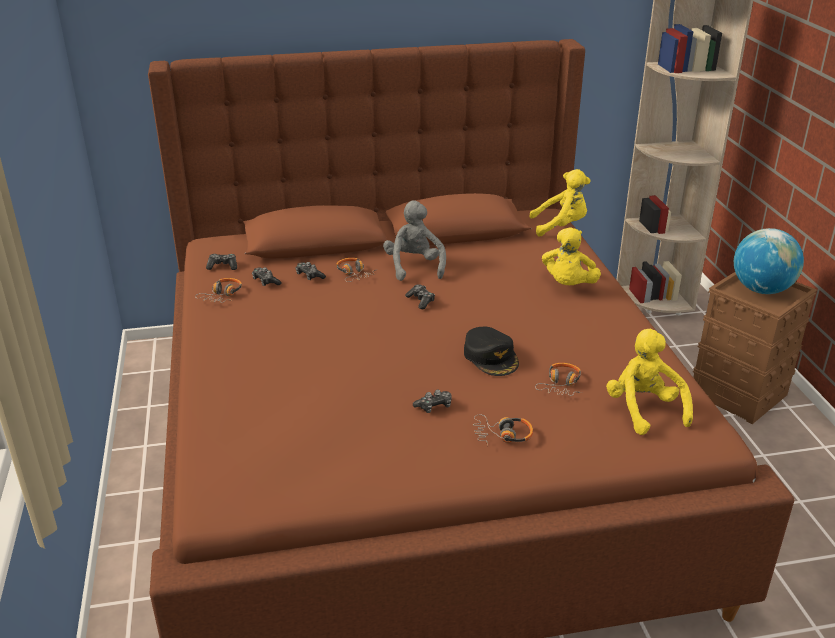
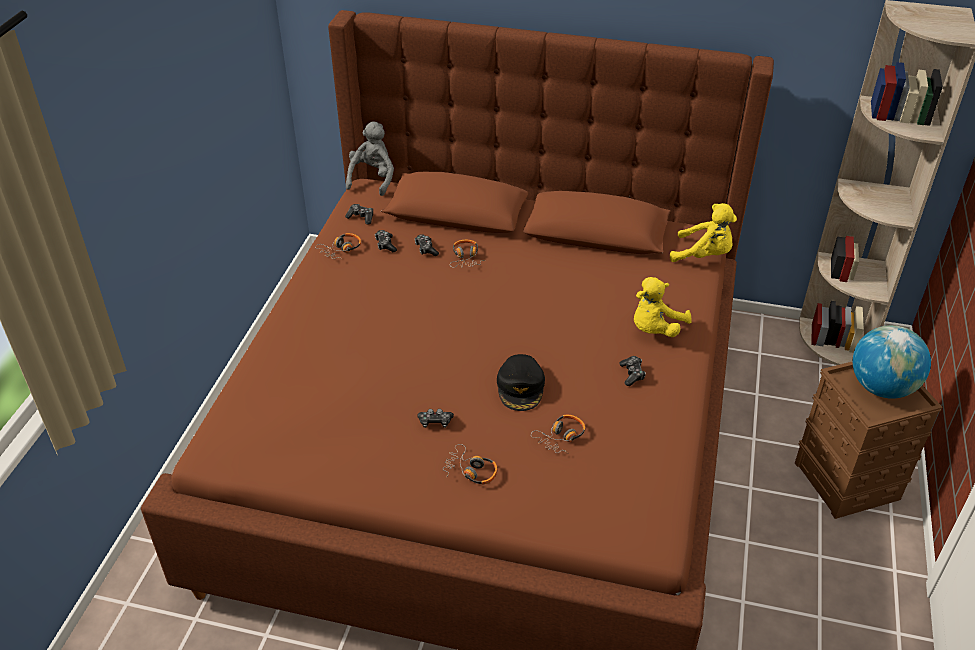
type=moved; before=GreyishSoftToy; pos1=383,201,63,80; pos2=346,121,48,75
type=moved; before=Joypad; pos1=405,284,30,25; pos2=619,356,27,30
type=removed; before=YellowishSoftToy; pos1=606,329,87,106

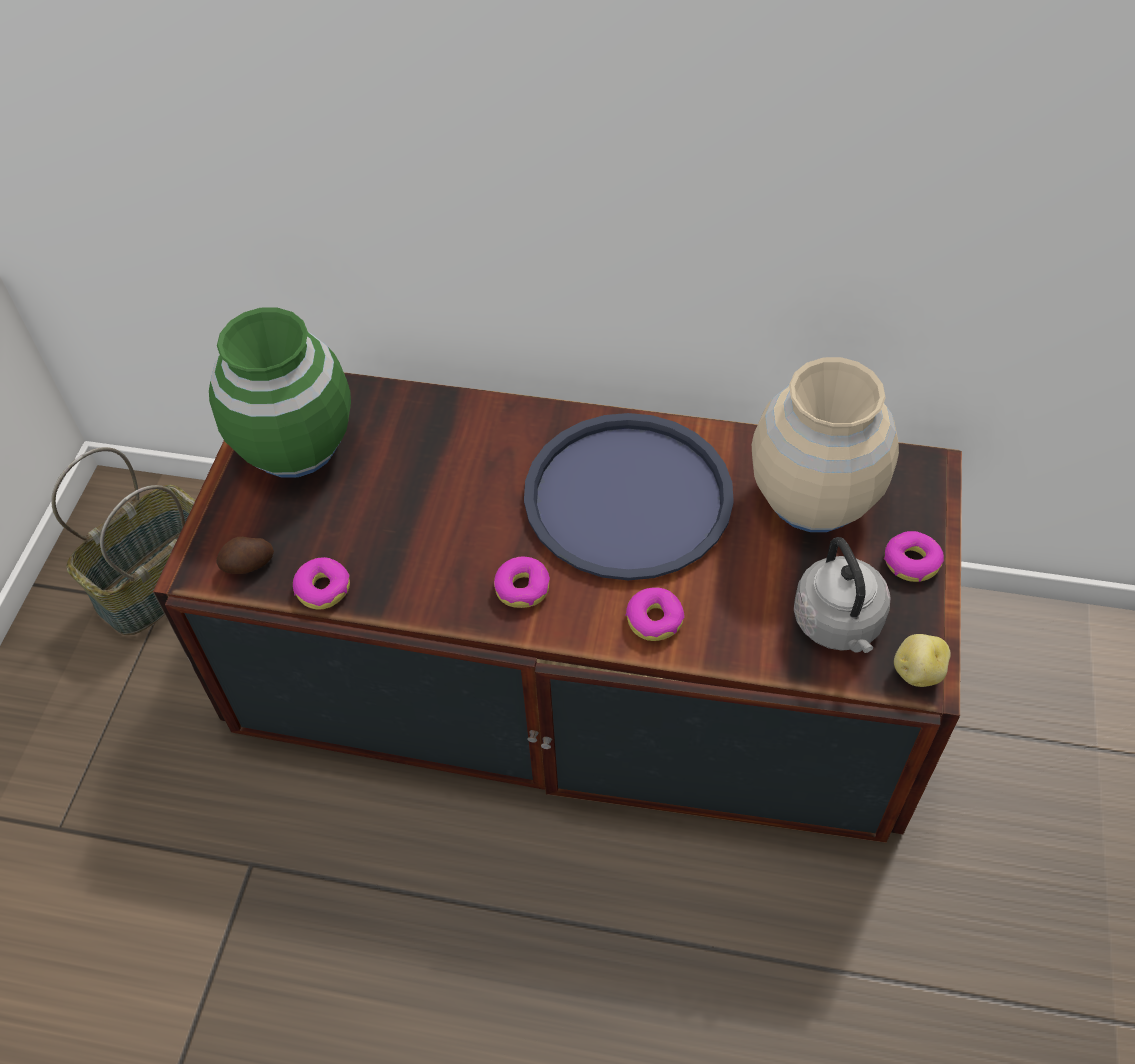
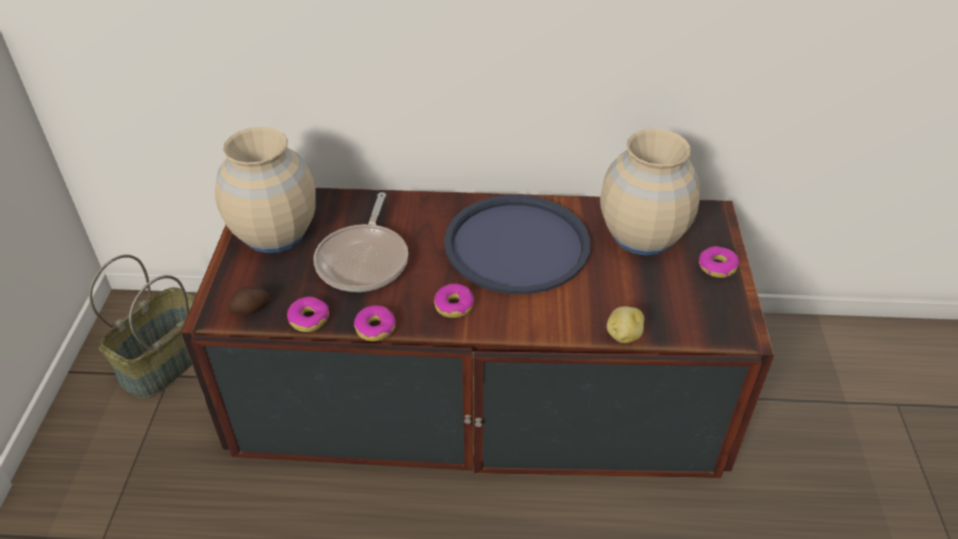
type=recoloured; before=GreenFlowerVase; after=SandColouredFlowerVase; pos1=209,307,142,171; pos2=215,127,101,126
type=added; after=Pan; pos2=314,192,94,100
type=moved; before=Doughnut; pos1=625,587,60,54; pos2=354,305,42,36
type=moved; before=Spud; pos1=894,634,57,53; pos2=607,306,38,37
type=removed; before=GreyishWaterKettle; pos1=794,537,96,116

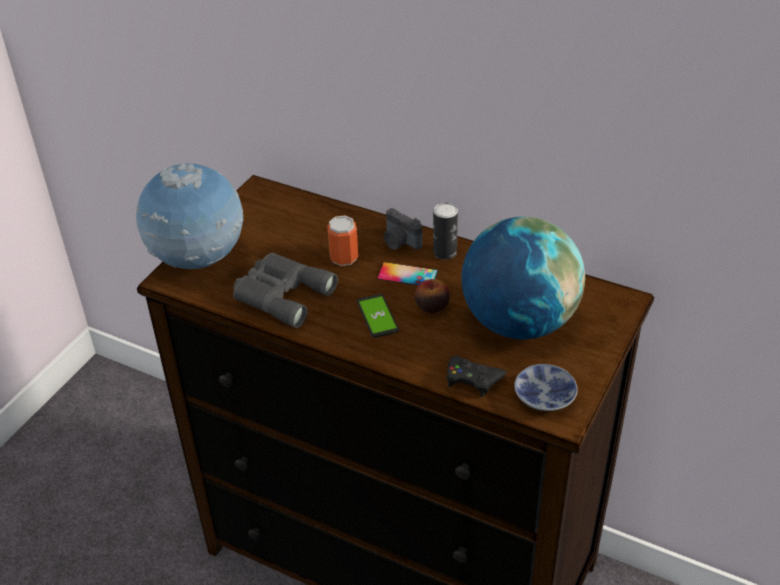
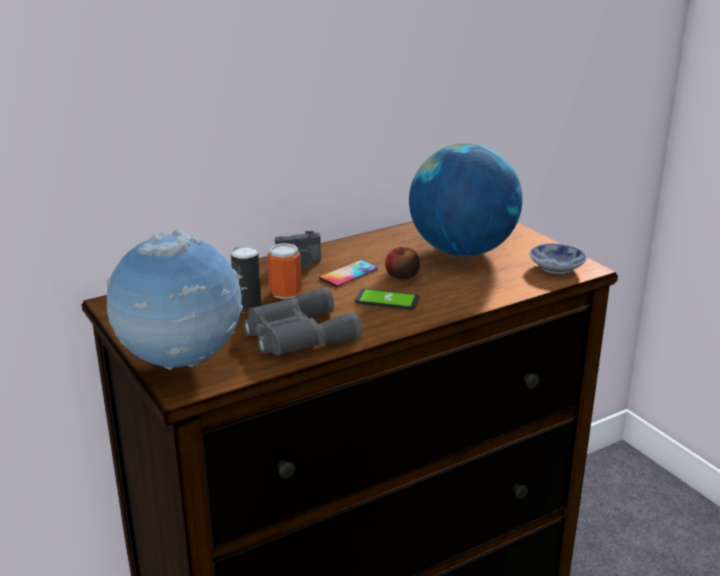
type=moved; before=MetalCan; pos1=433,202,25,58; pos2=231,246,30,67
type=removed; before=BlackJoypad; pos1=447,355,59,42

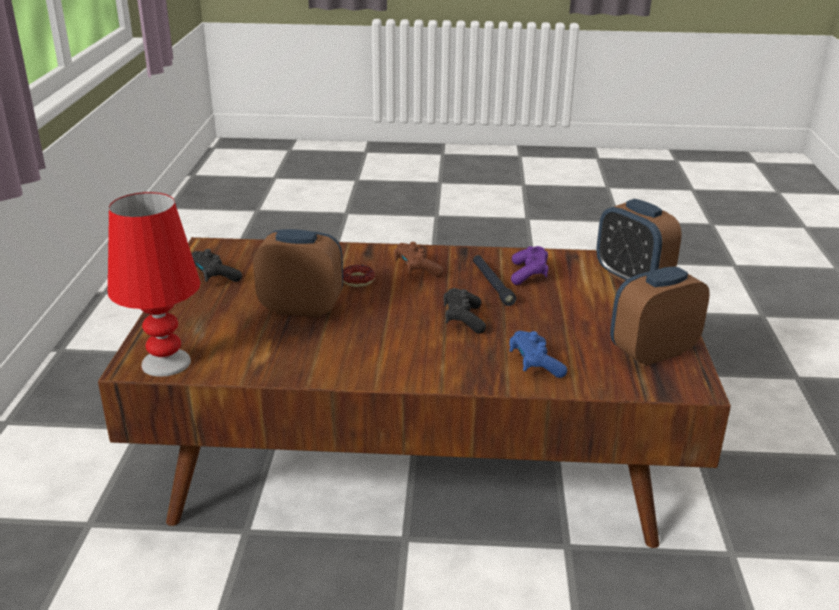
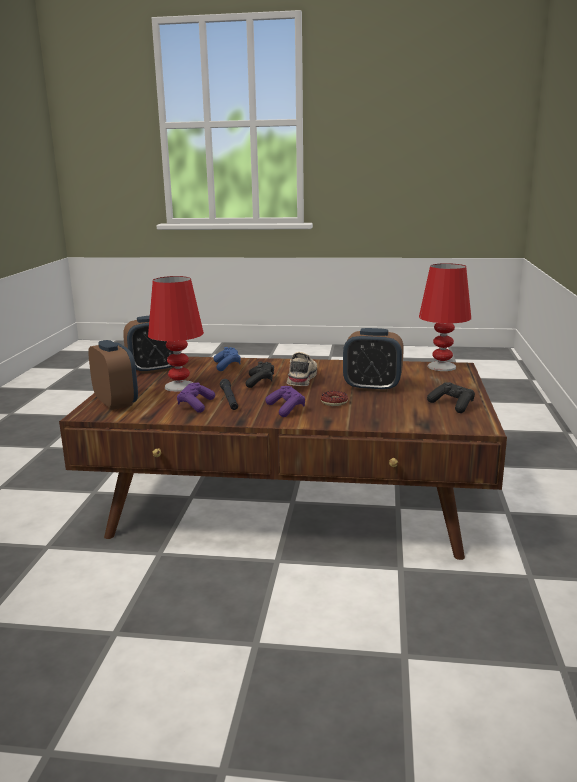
type=added; after=ReddishTabletopLamp; pos2=148,276,56,116
type=recoloured; before=BrownJoypad; after=PurplishJoypad; pos1=394,242,50,35; pos2=265,386,40,31
type=added; after=SandColouredLowShoe; pos2=286,352,31,34

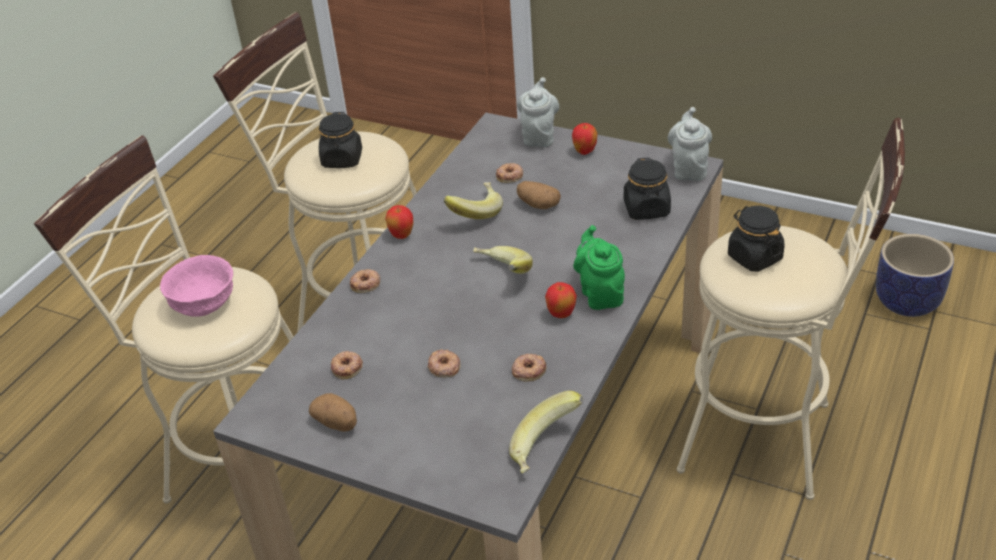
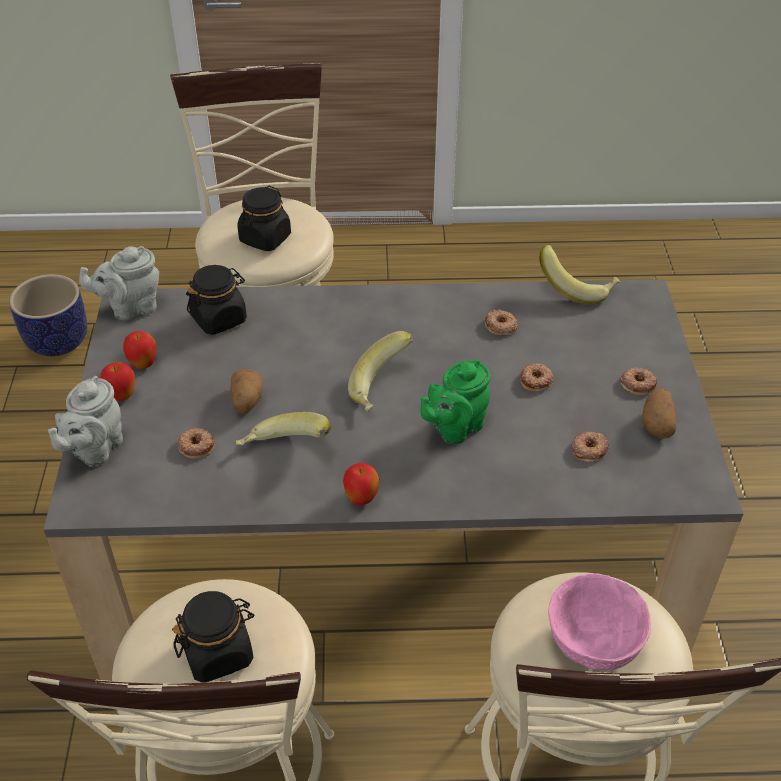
type=turned; before=GreyishTeapot; pos1=517,77,42,70; pos2=48,376,75,91; turn=-45
type=moved; before=Apple; pos1=545,282,32,36; pos2=123,331,33,38
type=moved; before=GreenTeapot; pos1=573,225,52,85; pos2=420,359,71,85
type=moved; before=Doughnut; pos1=350,269,30,24; pos2=620,367,37,28

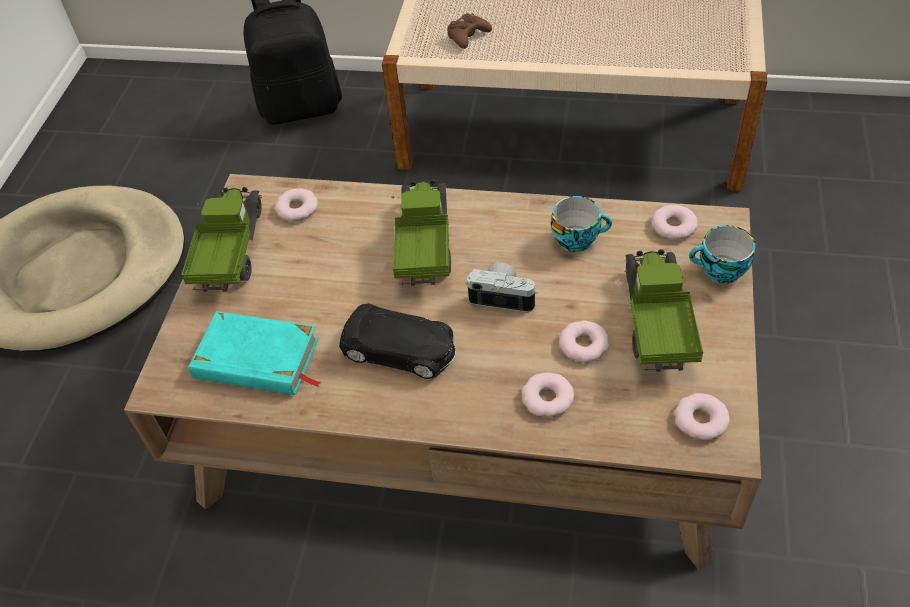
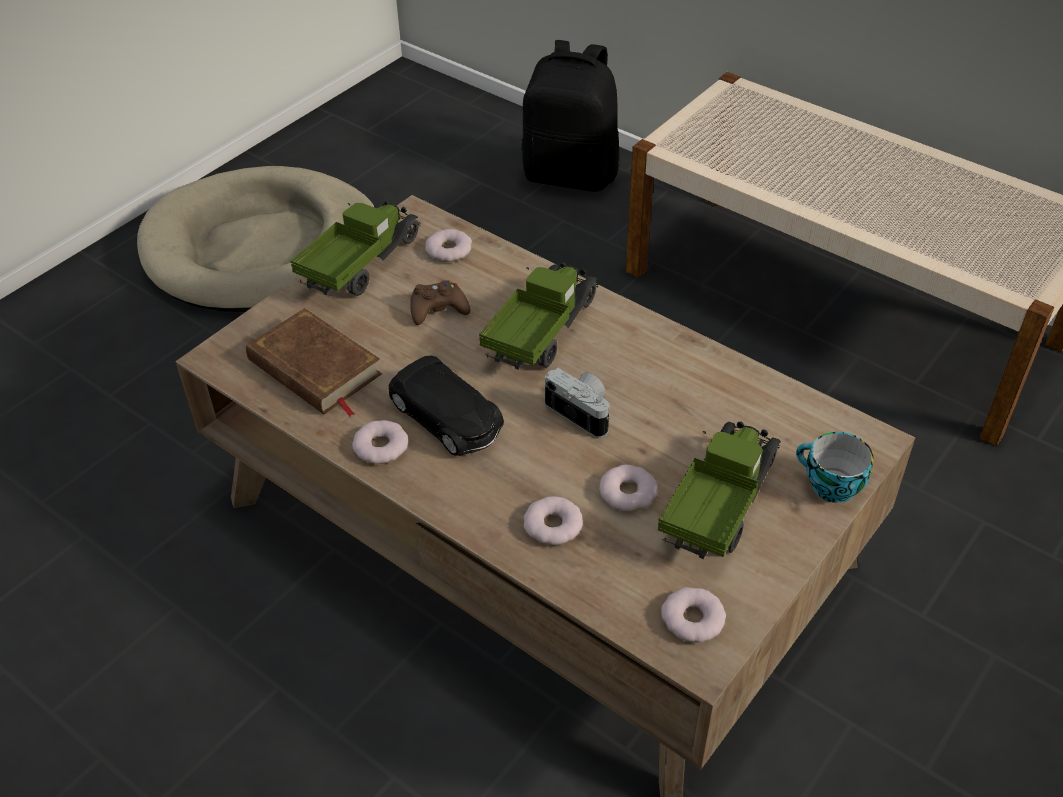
type=recoloured; before=BlueGreenBoundBook; after=BrownBoundBook; pos1=188,311,133,84; pos2=246,308,136,108
type=moved; before=Doughnut; pos1=652,205,46,35; pos2=352,420,56,44
type=moved; before=BrownJoypad; pos1=447,13,45,36; pos2=410,280,60,45
type=removed; before=Cup; pos1=551,196,61,56

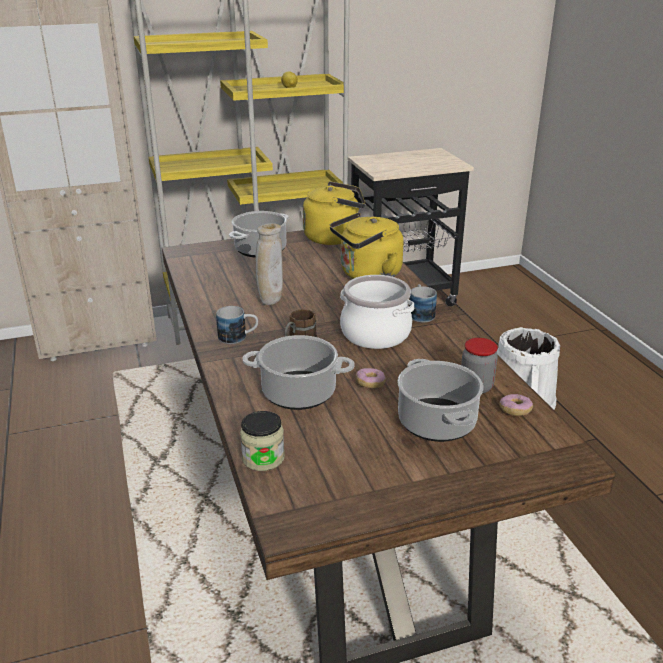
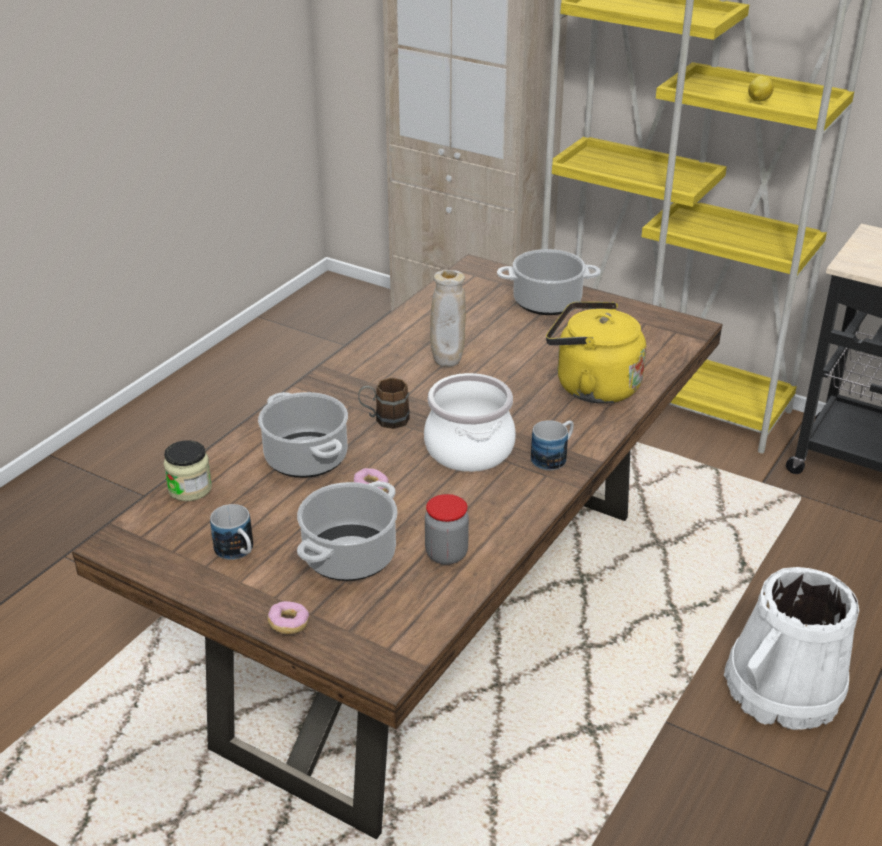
type=moved; before=CoffeeMug; pos1=216,306,42,38; pos2=210,504,43,56
type=moved; before=Doughnut; pos1=500,394,33,22; pos2=267,601,42,33
type=removed; before=YellowishWaterKettle; pos1=303,181,62,64

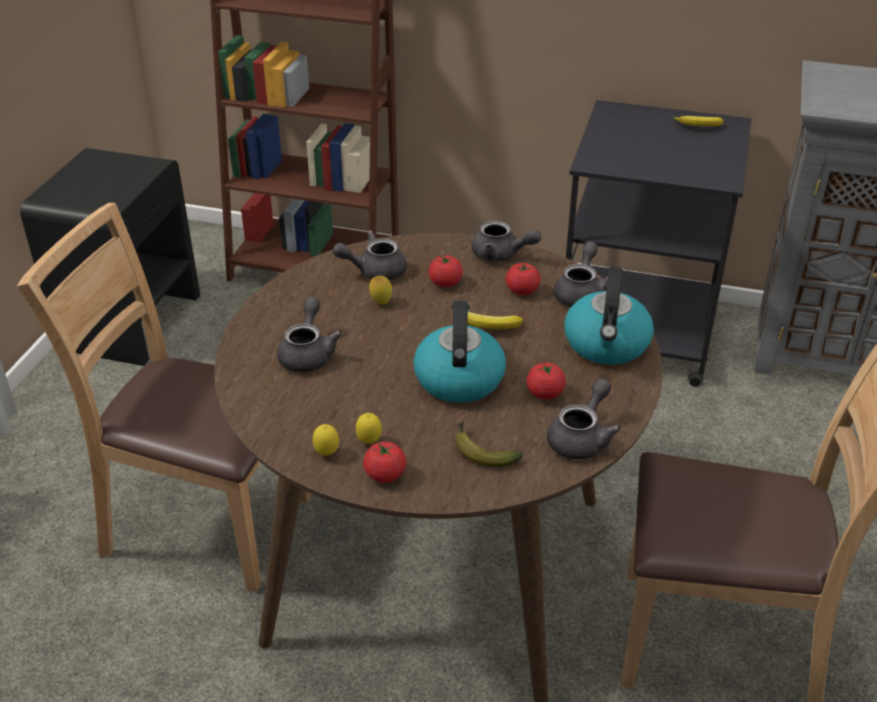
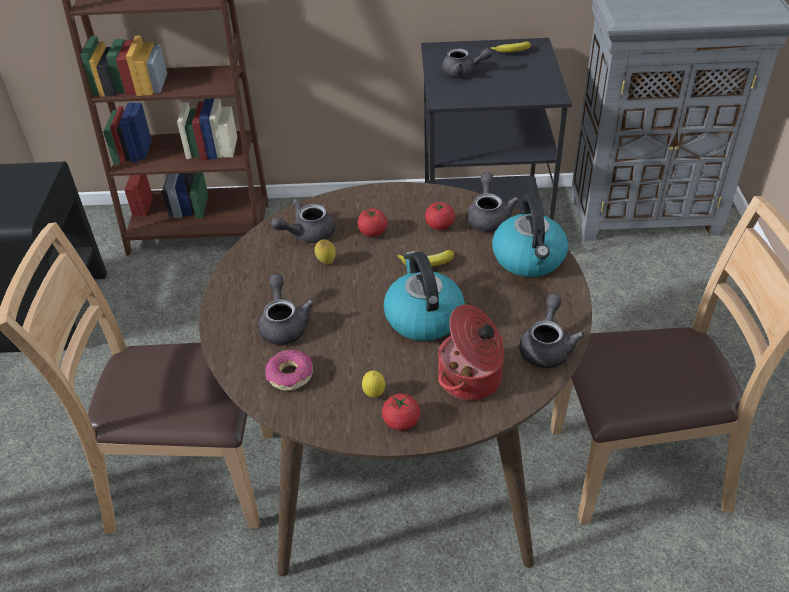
type=added; after=Doughnut; pos2=266,350,47,41
type=replaced; before=WholeBanana; after=Stockpot; pos1=455,422,68,45; pos2=438,304,66,97
type=moved; before=GreyishTeapot; pos1=472,221,69,41; pos2=442,48,50,29
type=removed; before=WholeLemon; pos1=312,424,27,32
type=removed; before=FreshTomato; pos1=526,363,40,36

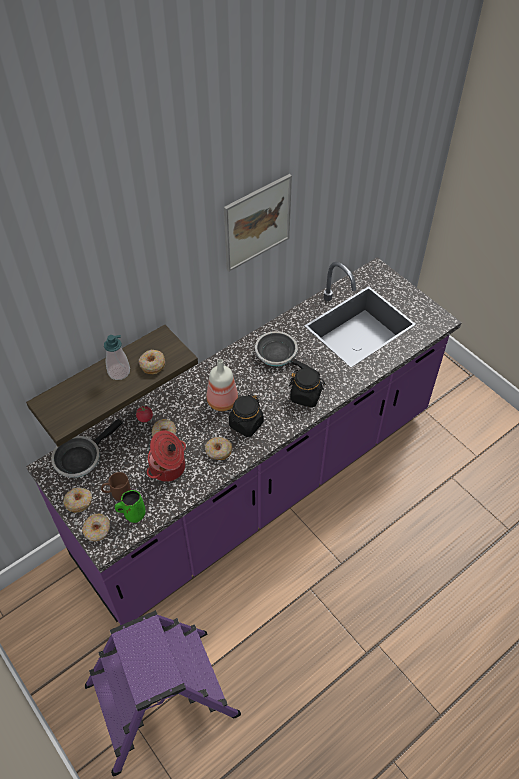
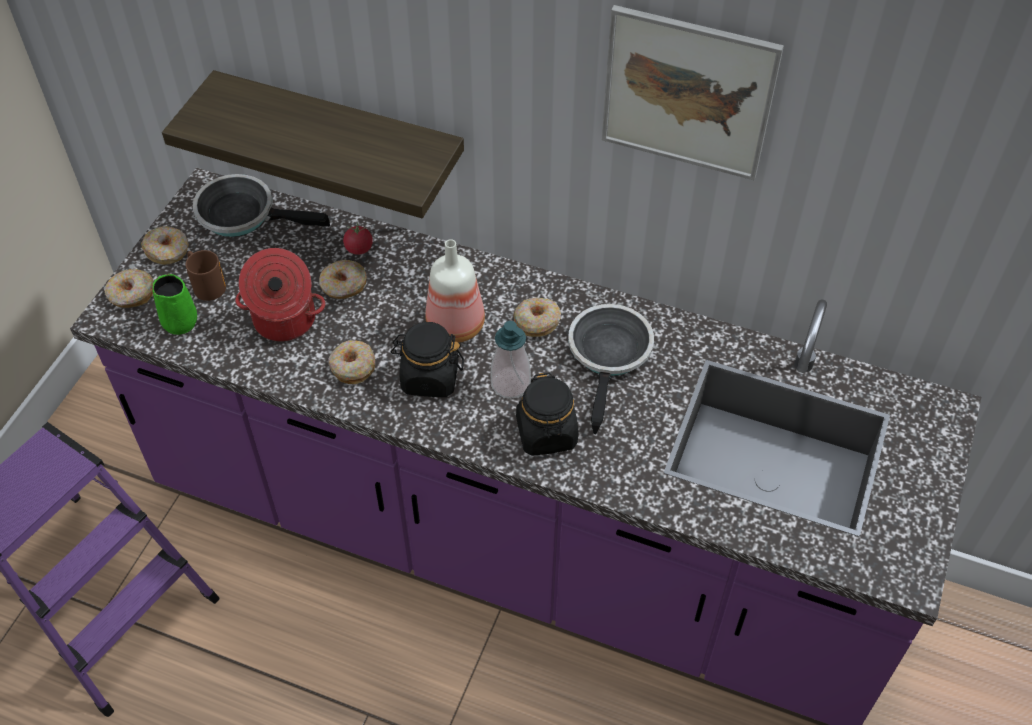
type=moved; before=LiquidSoapBottle; pos1=104,335,26,45; pos2=491,321,40,78
type=moved; before=Doughnut; pos1=139,350,26,24; pos2=513,298,48,39

